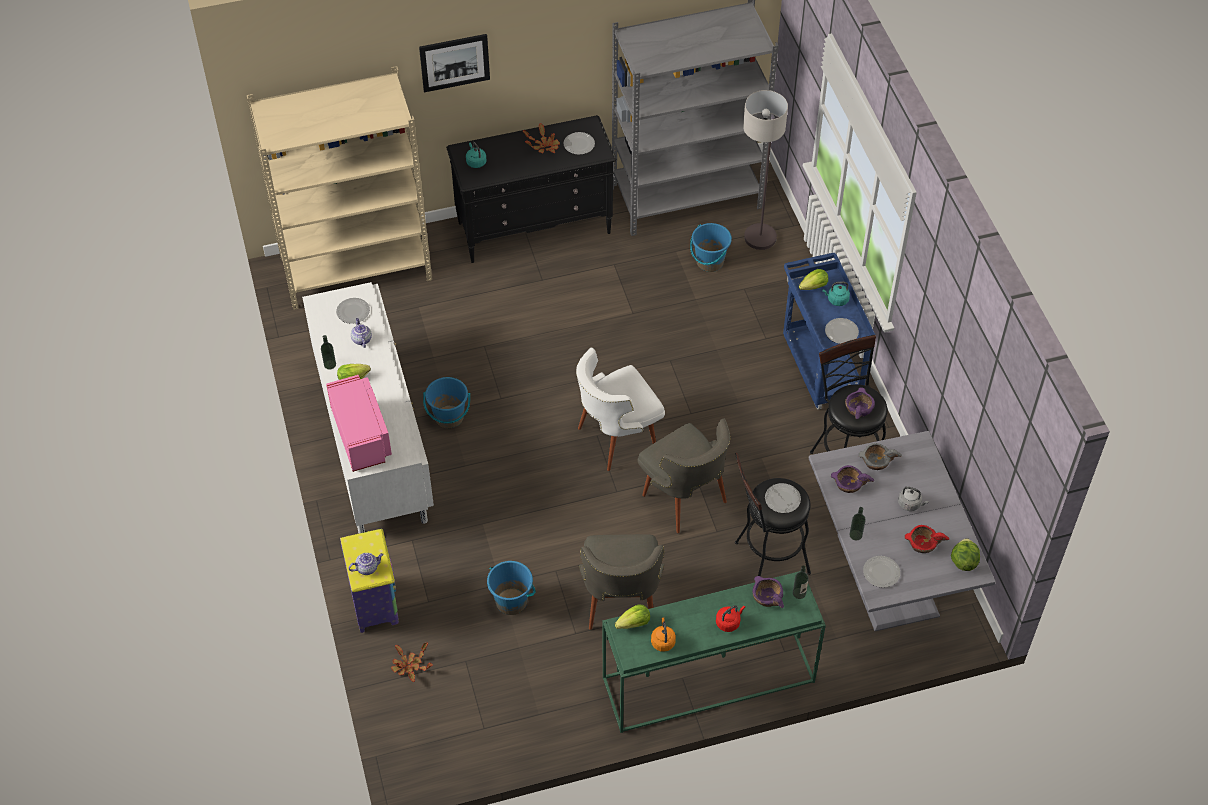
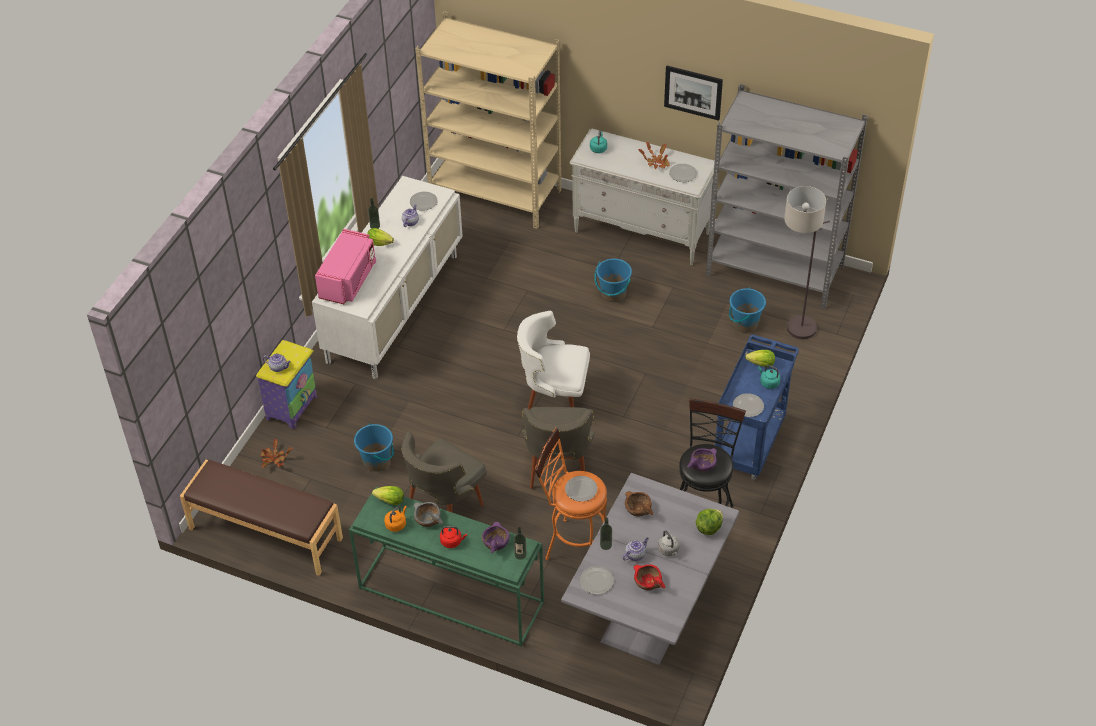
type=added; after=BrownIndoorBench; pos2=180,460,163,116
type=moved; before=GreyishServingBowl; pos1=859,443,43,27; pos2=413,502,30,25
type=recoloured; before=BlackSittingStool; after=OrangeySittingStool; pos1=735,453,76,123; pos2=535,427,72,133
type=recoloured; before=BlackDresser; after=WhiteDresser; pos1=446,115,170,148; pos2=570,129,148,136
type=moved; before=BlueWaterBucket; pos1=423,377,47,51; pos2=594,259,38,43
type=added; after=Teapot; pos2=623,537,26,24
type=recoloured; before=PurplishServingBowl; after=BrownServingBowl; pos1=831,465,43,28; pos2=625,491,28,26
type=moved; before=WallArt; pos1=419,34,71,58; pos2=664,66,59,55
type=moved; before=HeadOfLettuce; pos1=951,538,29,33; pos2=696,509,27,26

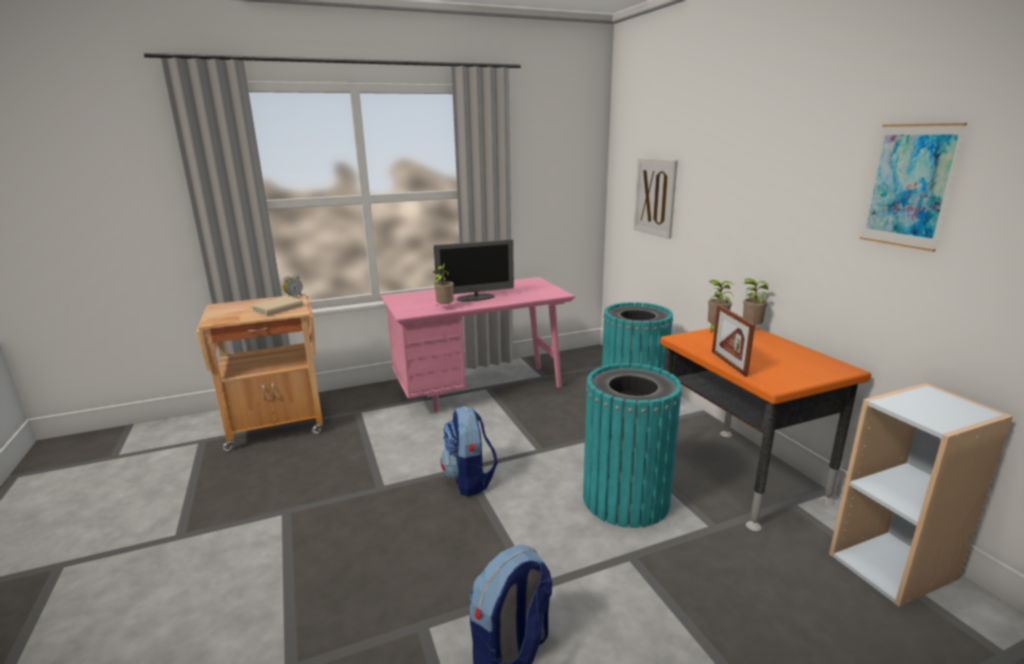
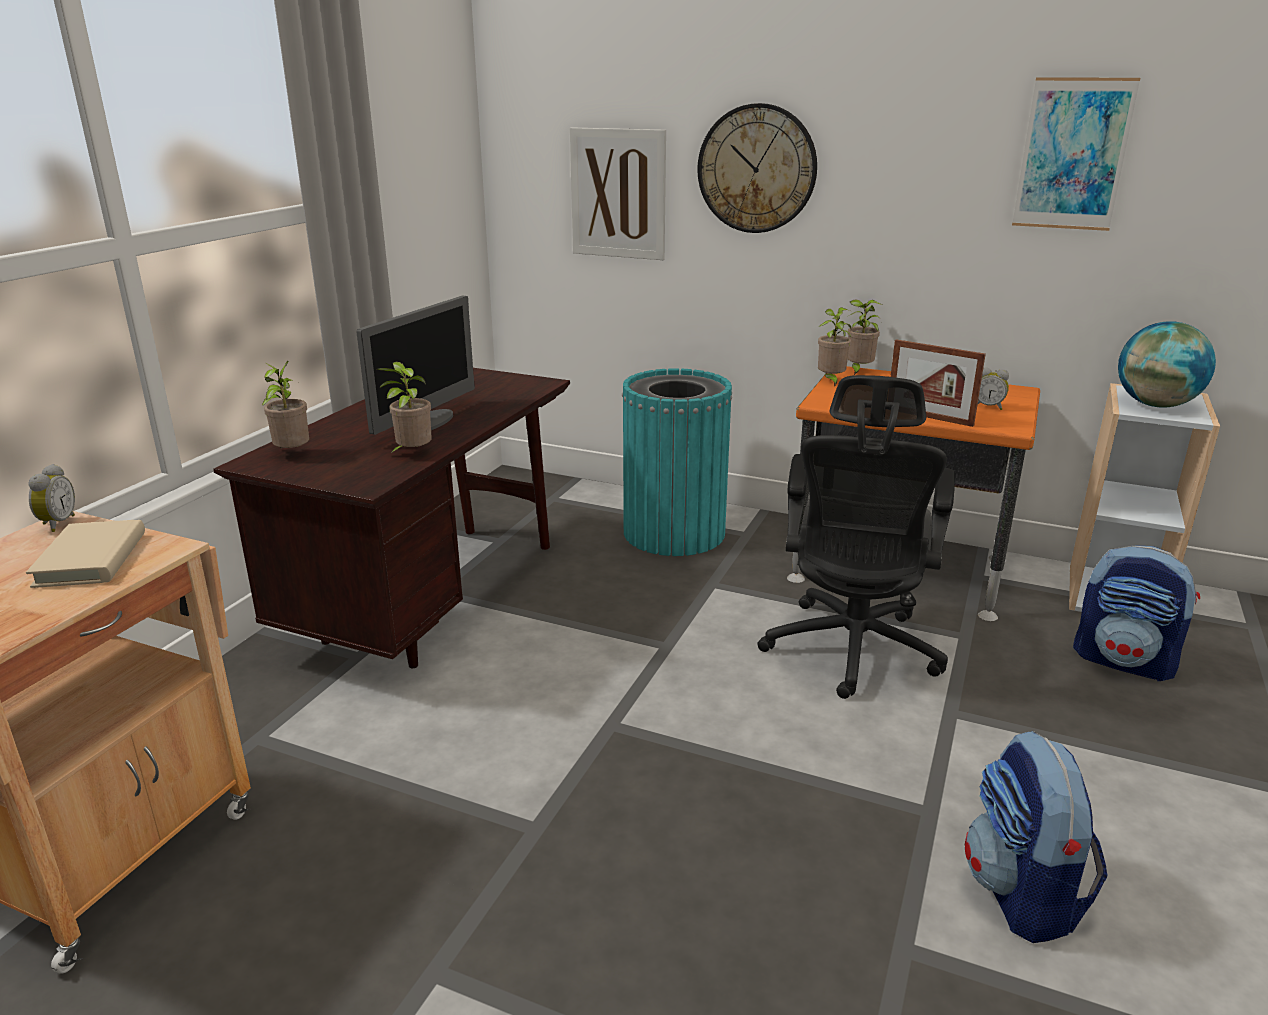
type=recoloured; before=PinkDesk; after=BrownDesk; pos1=381,277,194,135; pos2=213,368,357,300
type=added; after=PottedPlant; pos2=262,361,47,87
type=added; after=WallClock; pos2=697,103,120,130
type=replaced; before=BlueGreenRubbishBin; after=DeskChair; pos1=583,363,99,165; pos2=757,375,198,324
type=added; after=BedsideClock; pos2=978,367,31,43
type=moved; before=Knapsack; pos1=441,406,57,91; pos2=1073,545,127,136
type=added; after=DeskGlobe; pos2=1118,321,98,87

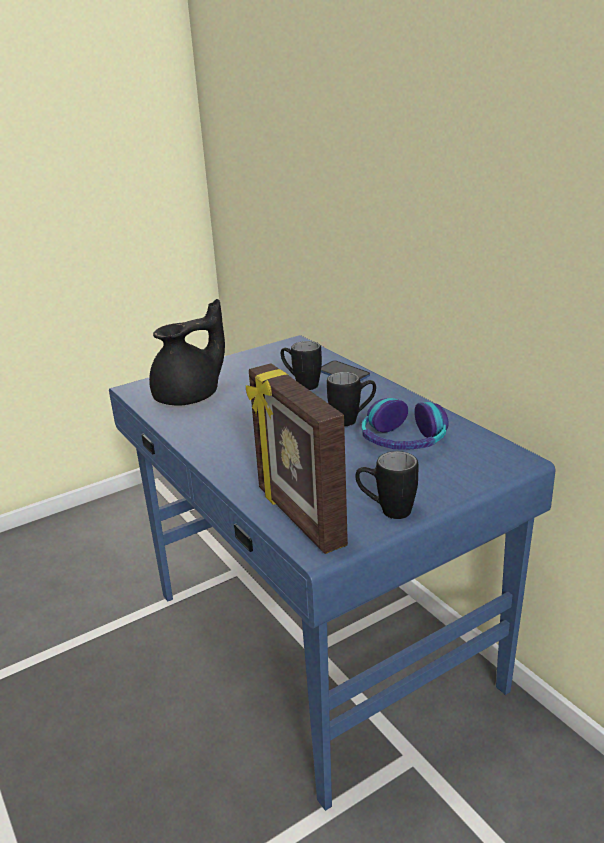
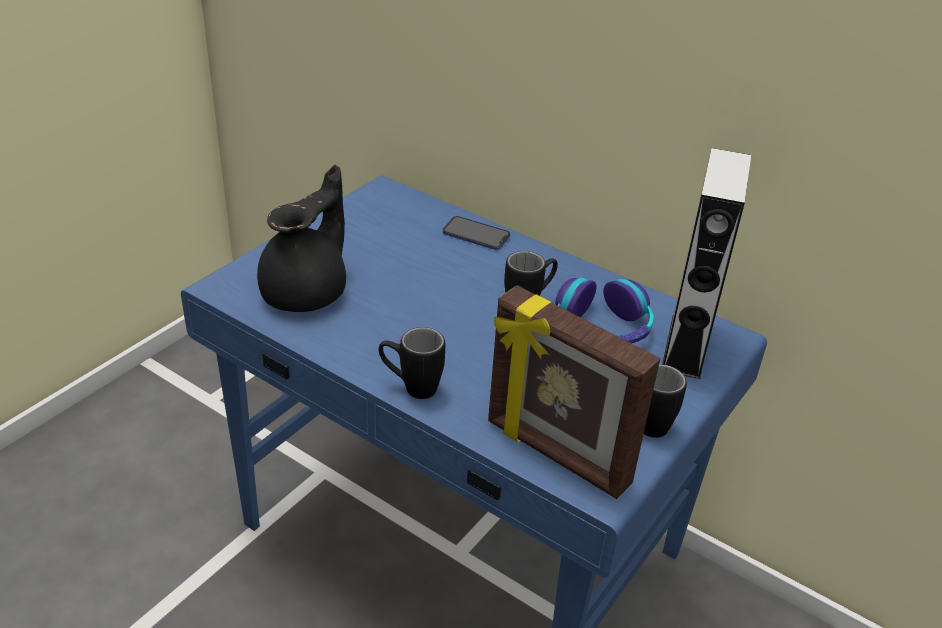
type=moved; before=BlackCoffeeMug; pos1=281,341,41,49; pos2=379,327,66,72
type=added; after=GreyishAudioSpeaker; pos2=662,148,89,231

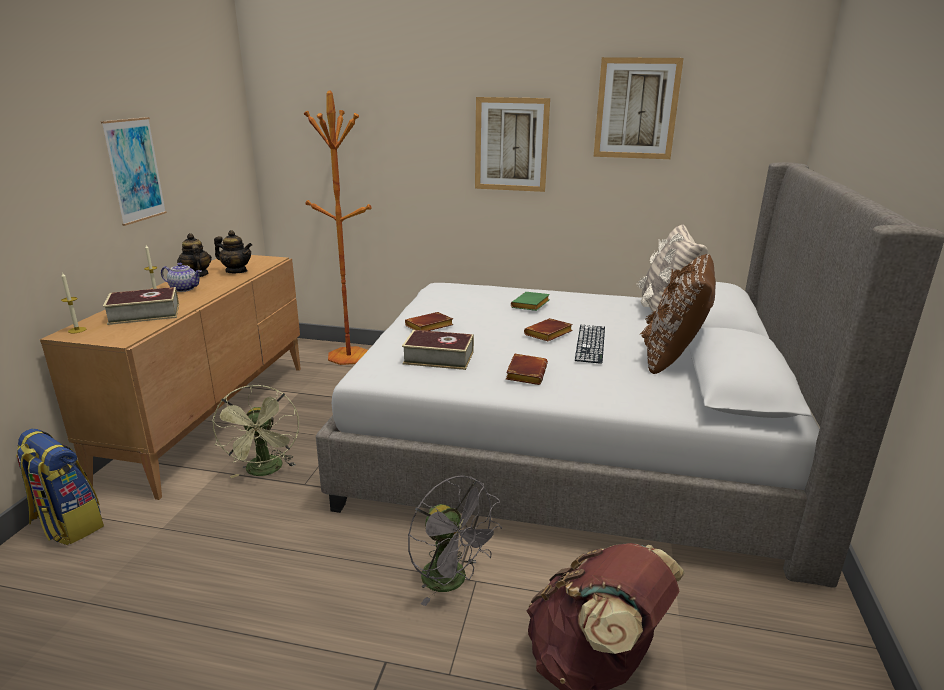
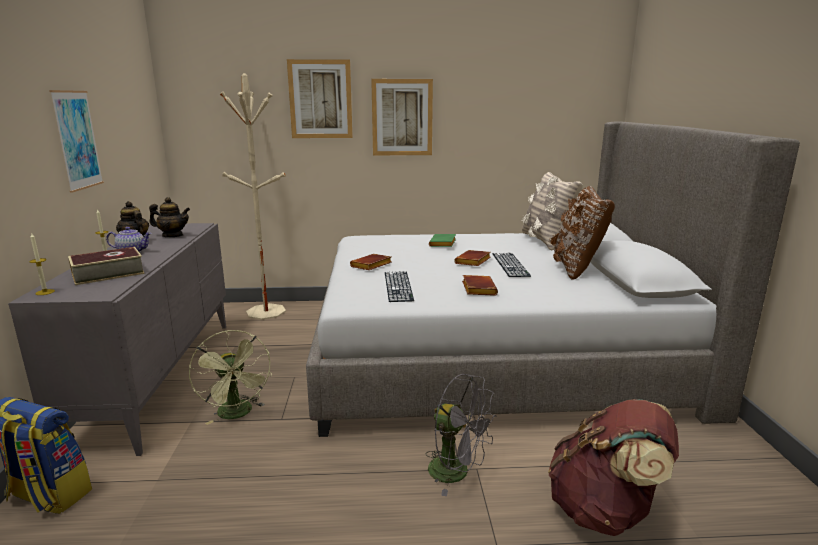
type=recoloured; before=BrownDresser; after=GreyishDresser; pos1=40,255,261,245; pos2=8,223,218,233
type=recoloured; before=OrangeyGarmentStand; after=SandColouredGarmentStand; pos1=304,90,68,275; pos2=220,73,66,247
type=moved; before=WallArt; pos1=594,57,90,102; pos2=287,59,66,79
type=replaced; before=BoundBook; after=Keyboard; pos1=402,330,72,40; pos2=385,271,29,31

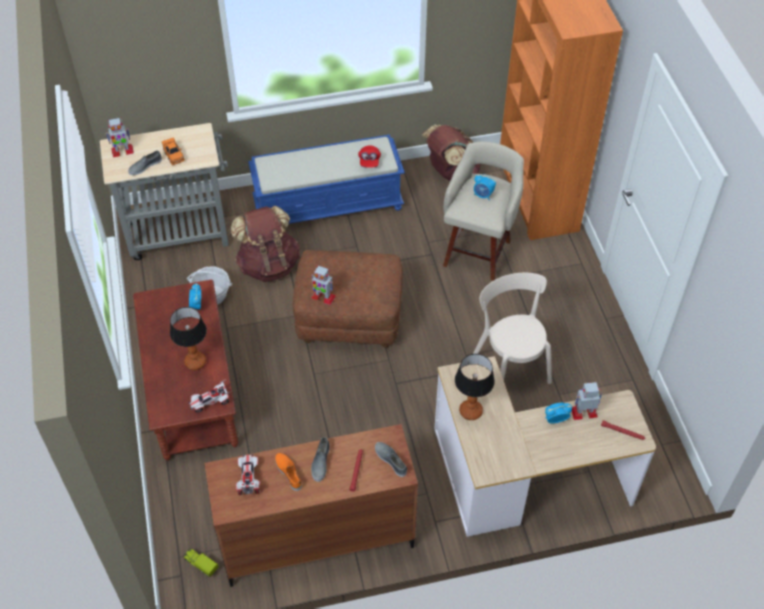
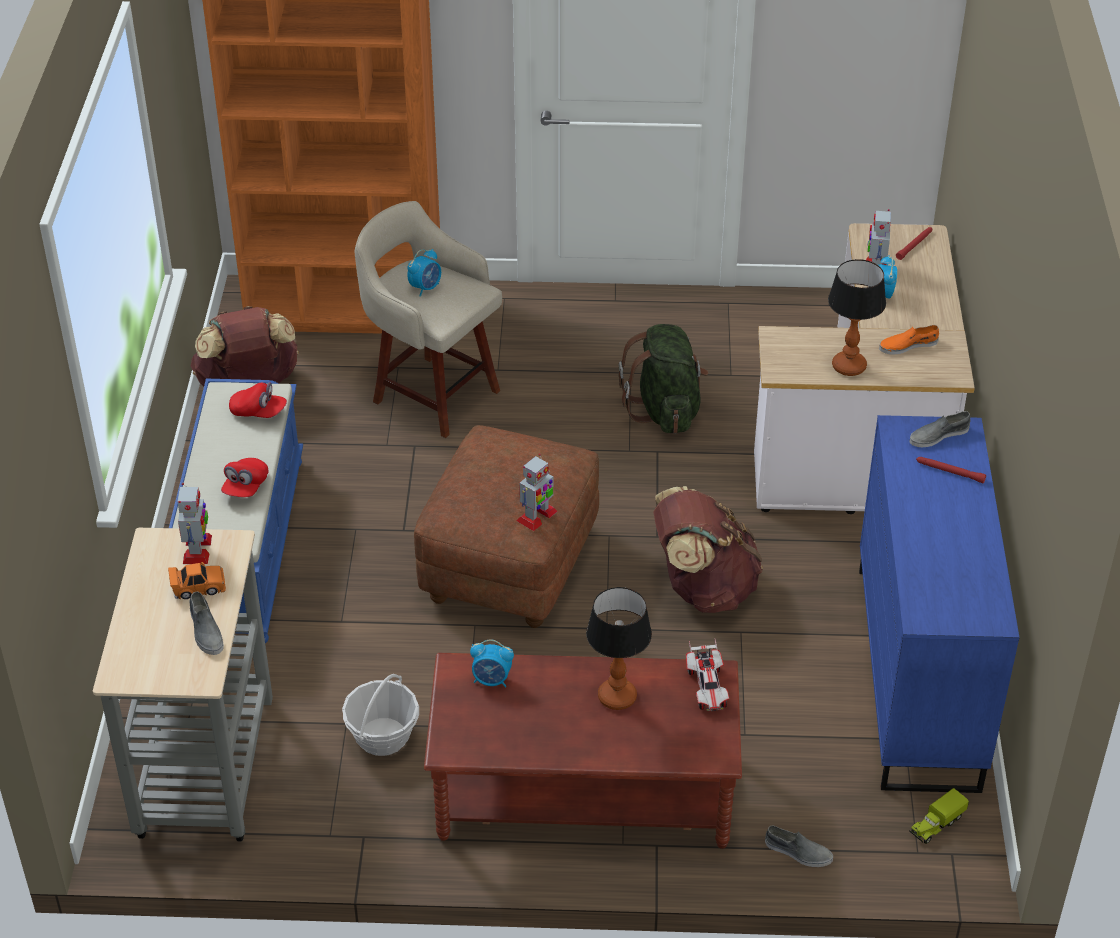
type=moved; before=ToyRobot; pos1=106,118,28,39; pos2=177,483,35,81
type=added; after=ReddishCap; pos2=221,458,47,39
type=replaced; before=SandColouredUprightChair; after=GreenKnapsack; pos1=473,273,79,111; pos2=619,324,90,110
type=moved; before=BrownKnapsack; pos1=231,206,69,76; pos2=653,486,110,127
type=moved; before=GreyishLowShoe; pos1=311,437,19,45; pos2=765,826,68,41
type=recoloured; before=BrownDresser; after=BlueDresser; pos1=204,424,214,163; pos2=859,415,161,378
type=moved; before=OrangeyLowShoe; pos1=275,453,27,38; pos2=879,325,60,29
type=removed; before=ToyCar; pos1=236,454,24,41

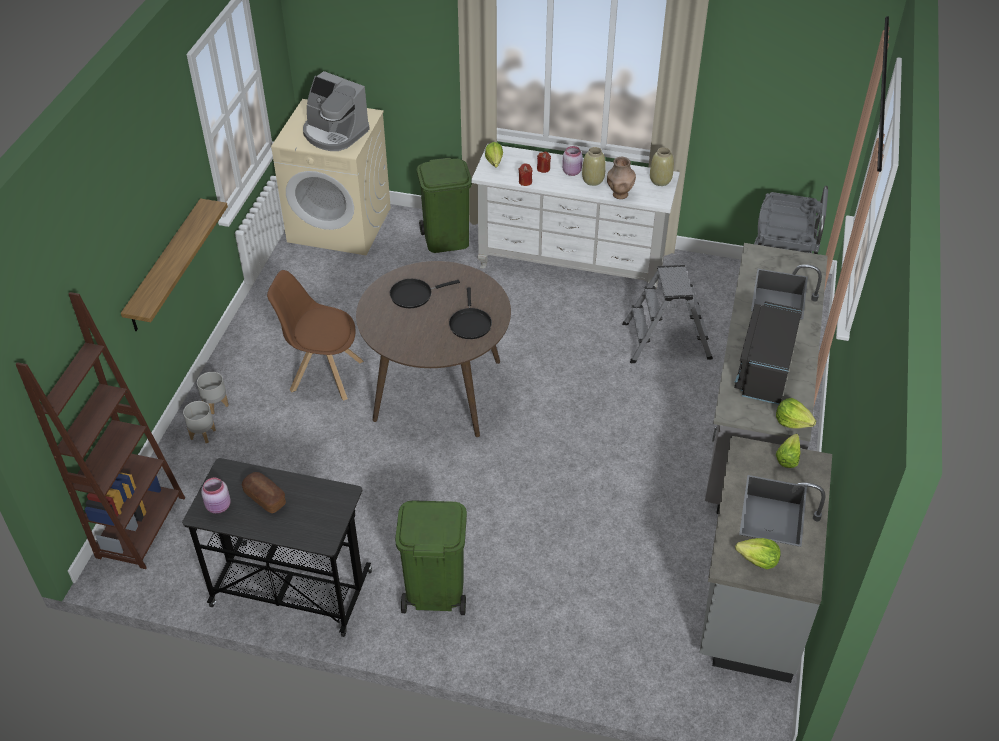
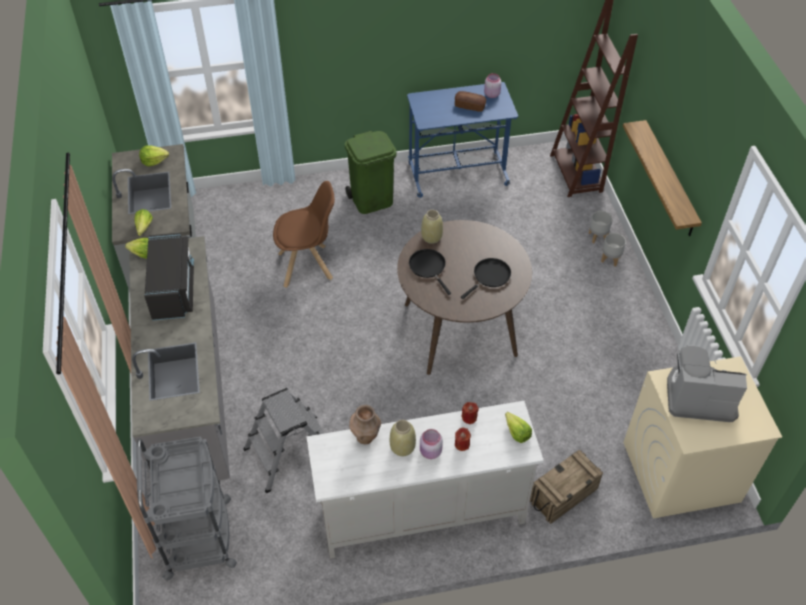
type=moved; before=BrownUprightChair; pos1=267,270,97,131; pos2=273,181,62,107
type=recoloured; before=BlackDesk; after=BlueDesk; pos1=182,458,190,179; pos2=407,82,111,116
type=moved; before=SandColouredFlowerVase; pos1=650,147,24,39; pos2=421,210,22,34
type=replaced; before=GreenRubbishBin; after=ShippingCrate; pos1=417,158,55,95; pos2=530,450,73,74

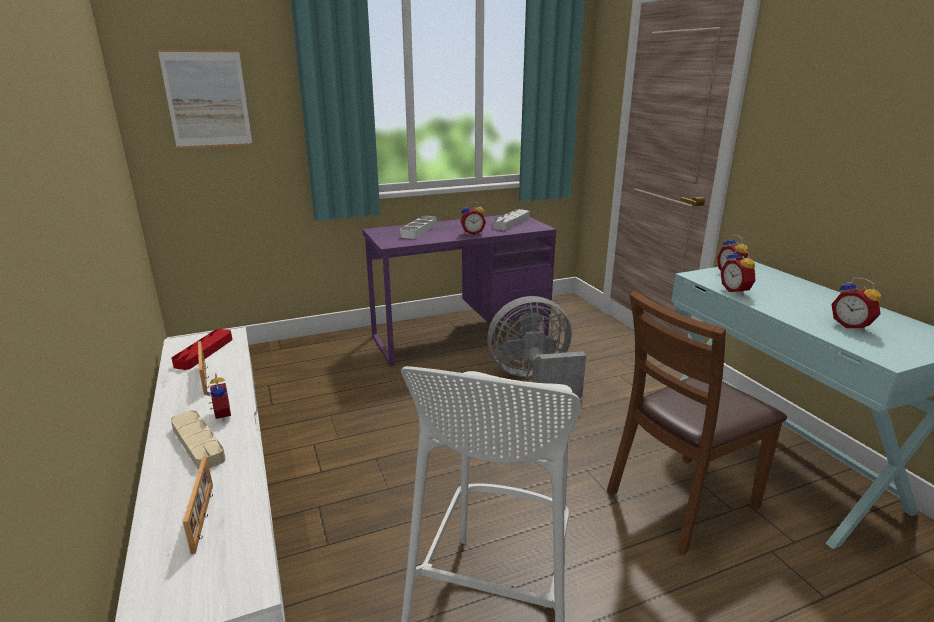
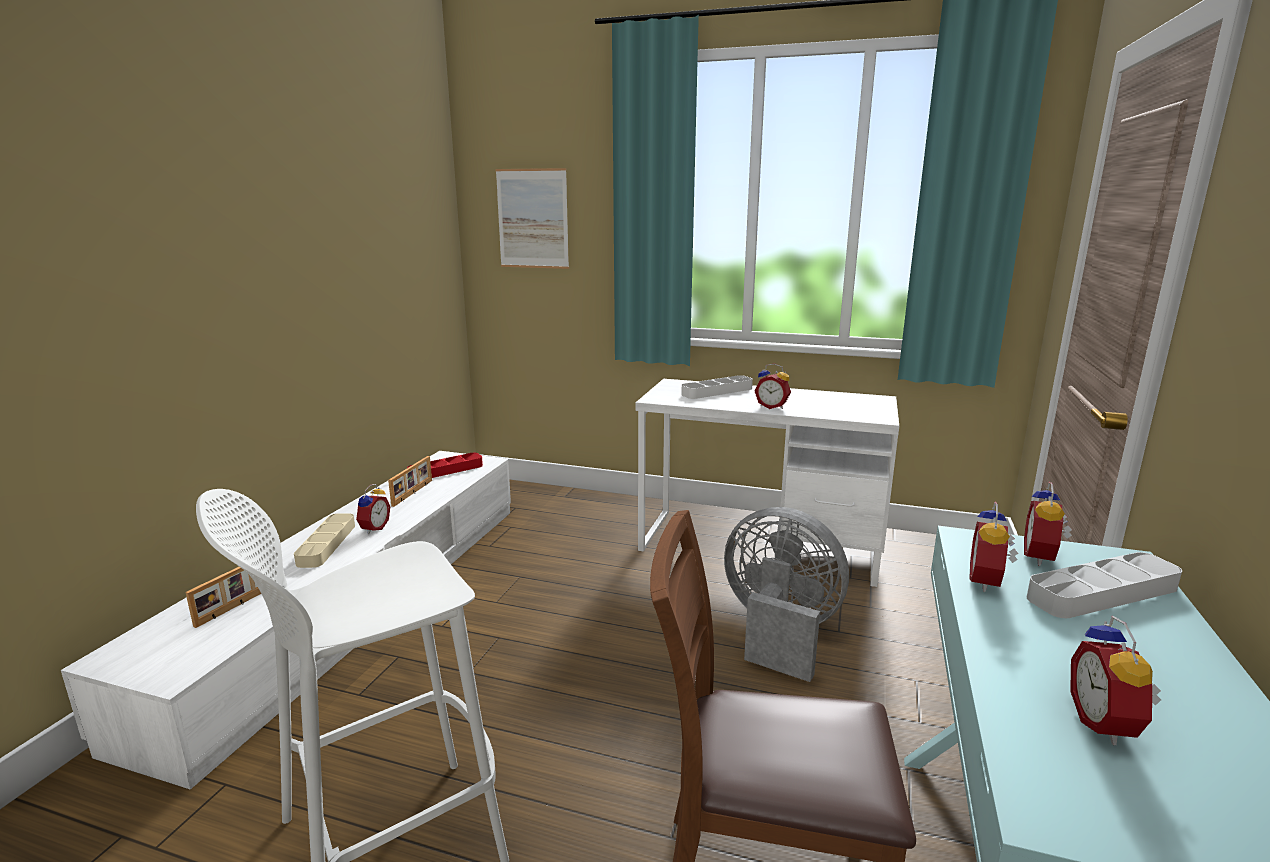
type=recoloured; before=PurplishDesk; after=WhiteDesk; pos1=362,215,194,151; pos2=635,379,264,208
type=moved; before=GreyishServingTray; pos1=493,209,37,21; pos2=1027,552,155,66

